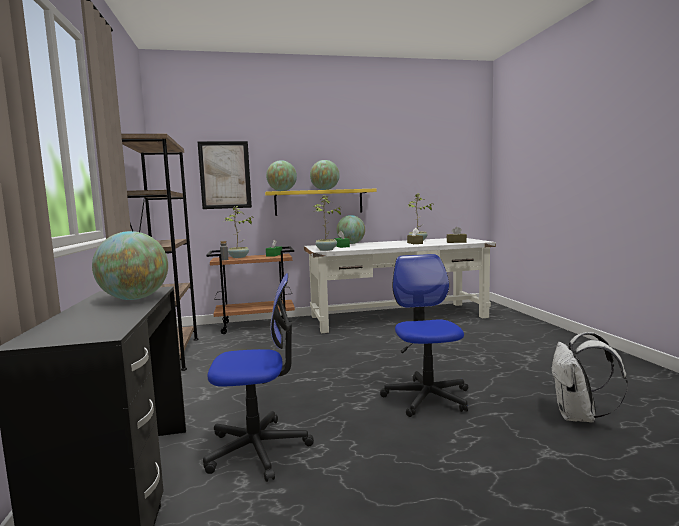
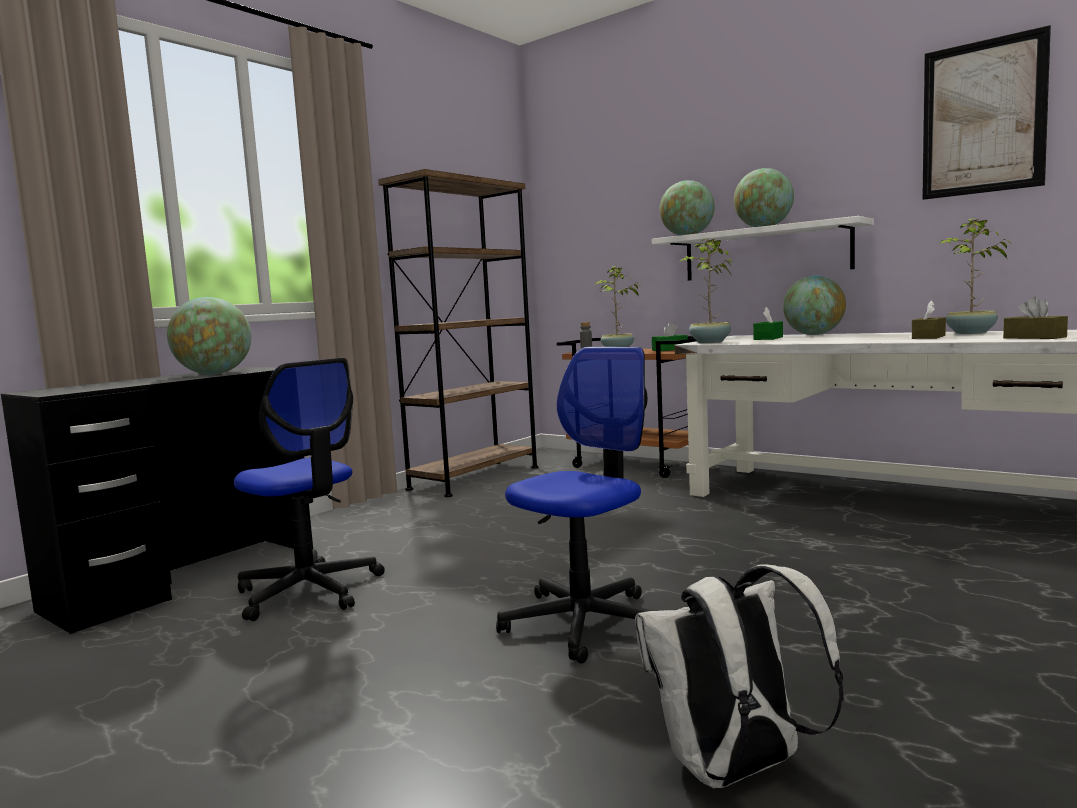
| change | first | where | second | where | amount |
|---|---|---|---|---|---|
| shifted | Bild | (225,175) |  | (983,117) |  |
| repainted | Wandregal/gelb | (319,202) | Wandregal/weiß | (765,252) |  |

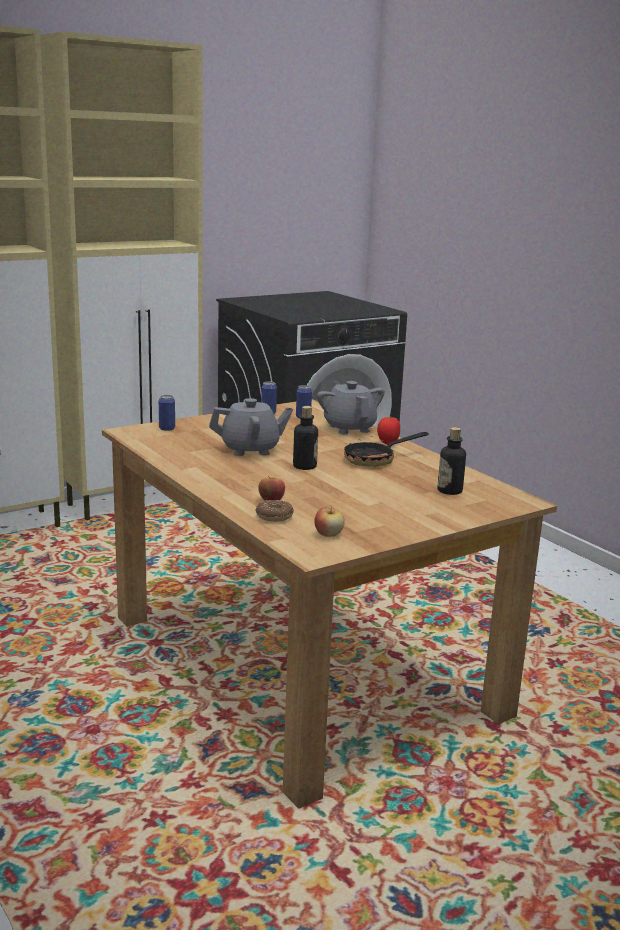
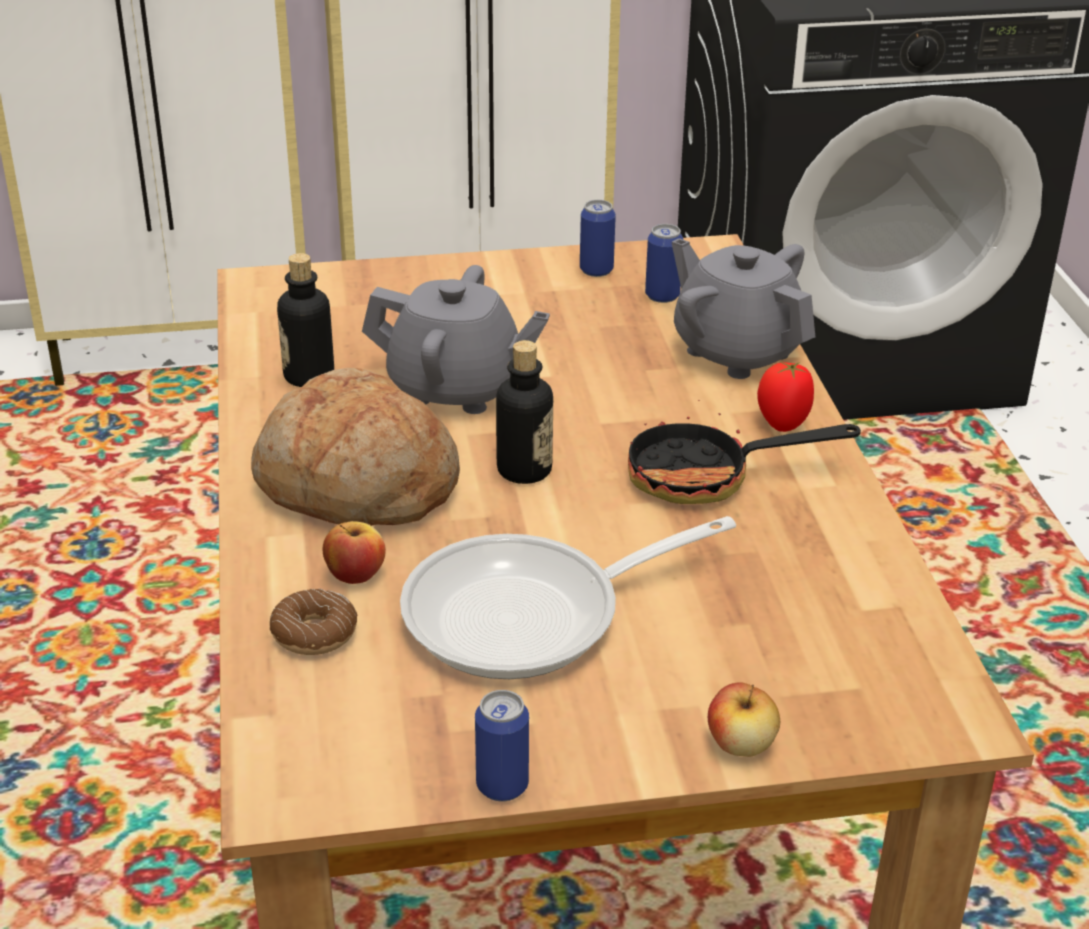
| change | first | where | second | where | amount |
|---|---|---|---|---|---|
| new |  |  | Brot | (356,484) |  |
| new |  |  | Pfanne | (531,615) |  |
| shifted | Dose | (167,428) |  | (502,786) |  |
| shifted | Apfel | (328,534) |  | (741,744) |  |
| shifted | Flasche | (449,491) |  | (309,376) |  |
| rotated | Teekanne/grau | (349,428) |  | (737,351) | 45 degrees counterclockwise |

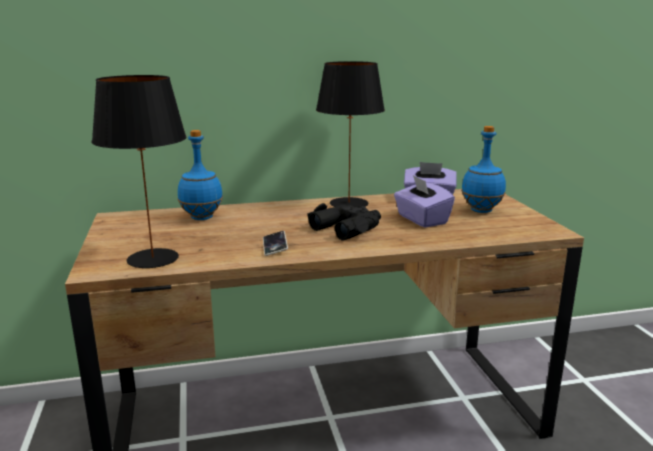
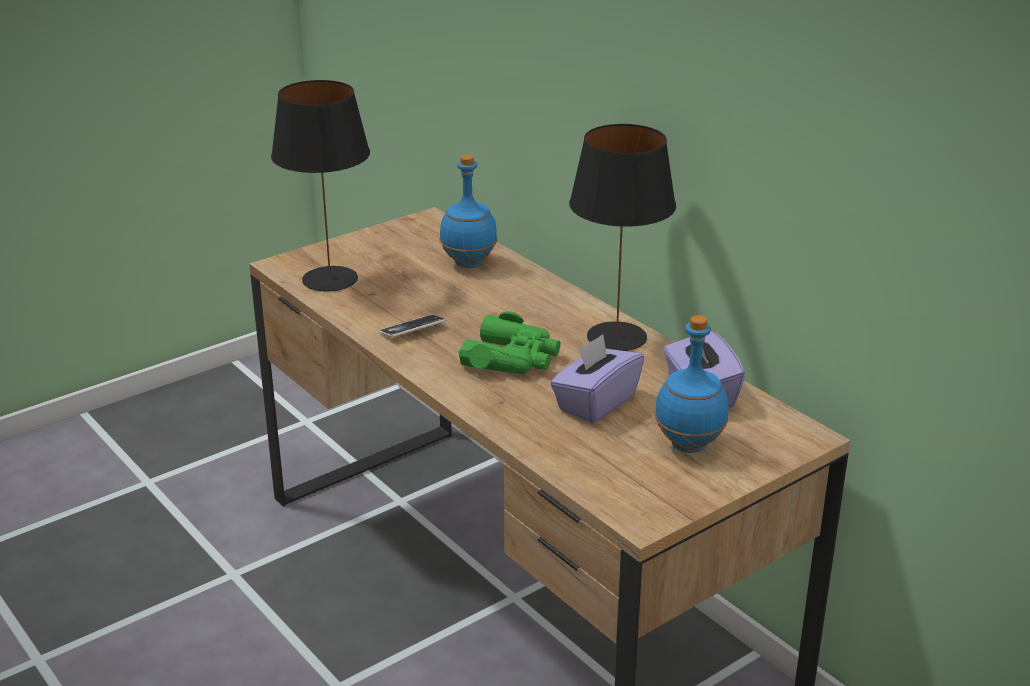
| change | first | where | second | where | amount |
|---|---|---|---|---|---|
| repainted | Fernglas/schwarz | (348,228) | Fernglas/grün | (512,358) |  |

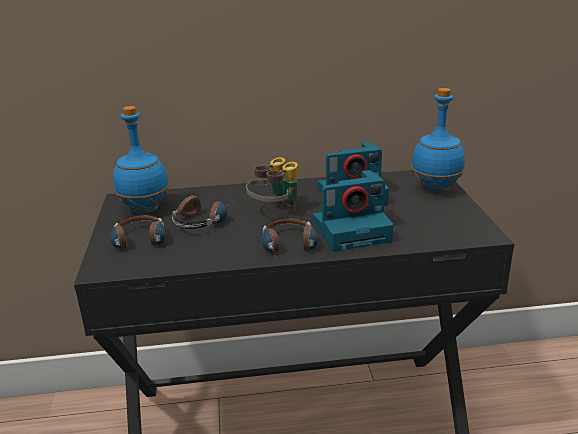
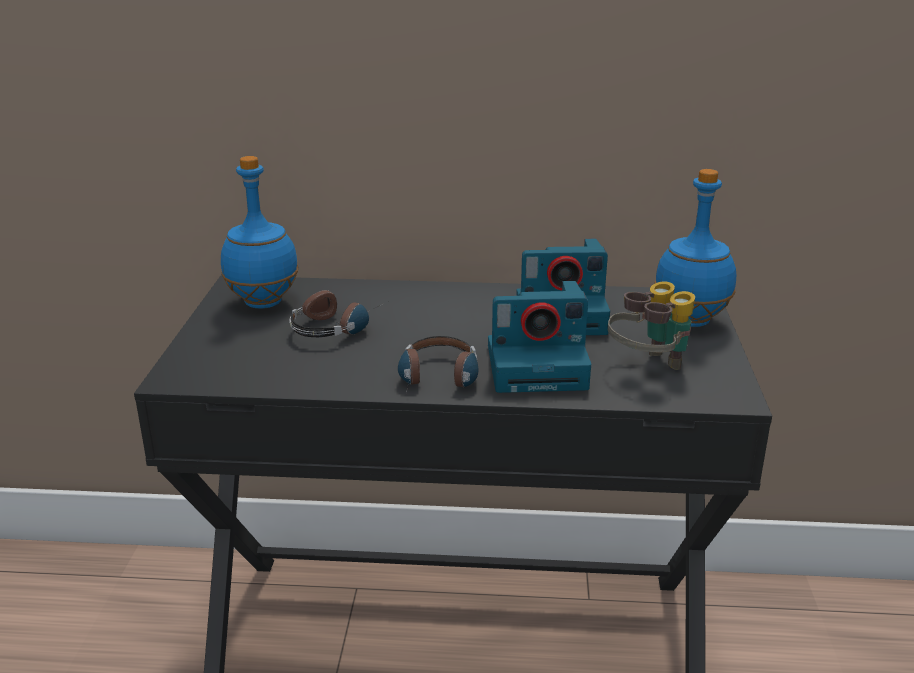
| change | first | where | second | where | amount |
|---|---|---|---|---|---|
| gone | Kopfhörer | (139,244) |  |  |  |
| shifted | Fernglas | (275,212) |  | (648,367) |  |

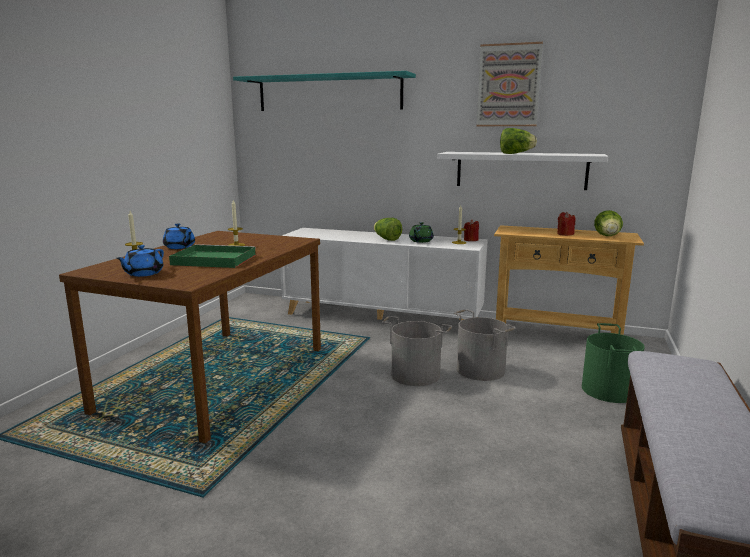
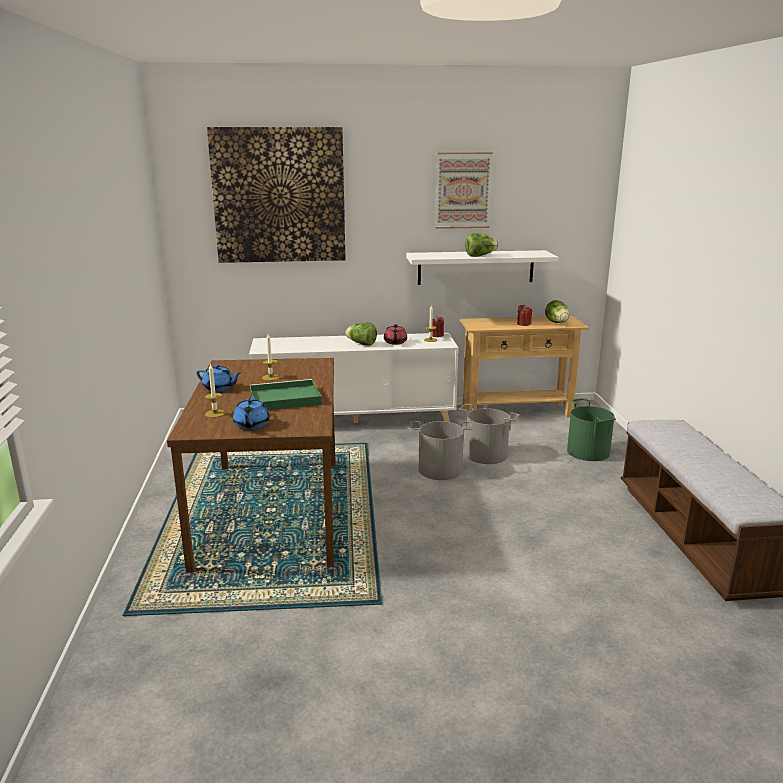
| change | first | where | second | where | amount |
|---|---|---|---|---|---|
| swapped | Wandregal/türkis | (329,93) | Bild | (279,196) |  |
| repainted | Teekanne/grün | (420,241) | Teekanne/rot | (395,342) |  |

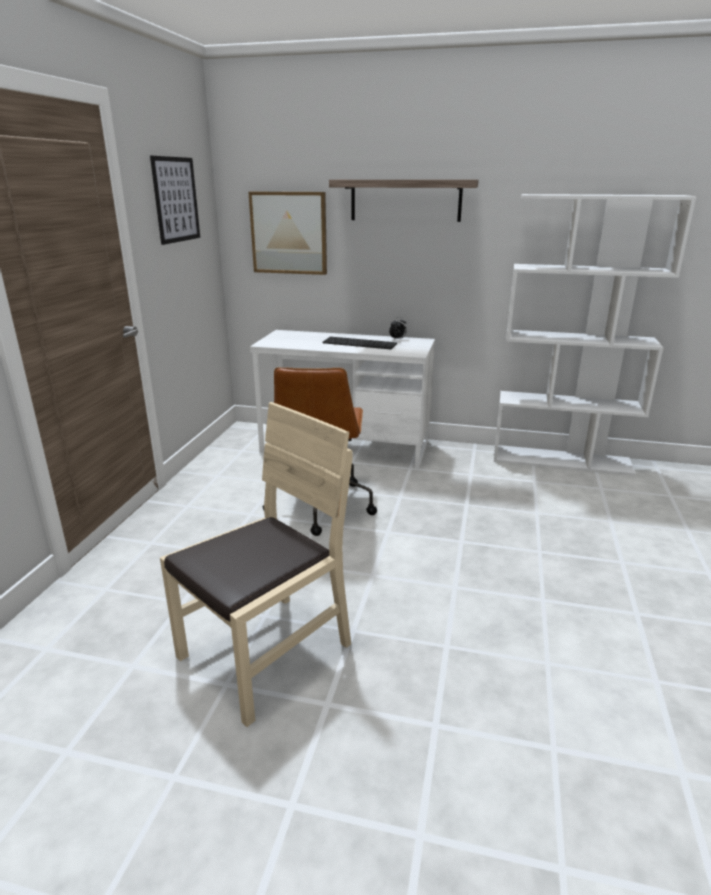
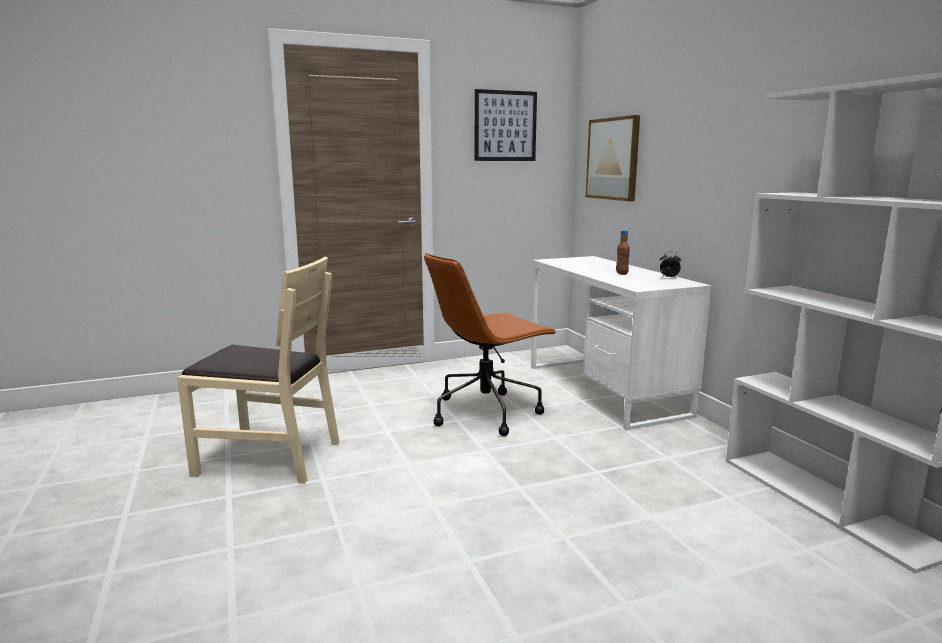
| change | first | where | second | where | amount |
|---|---|---|---|---|---|
| gone | Wandregal | (405,200) |  |  |  |
| swapped | Tastatur | (360,343) | Flasche/braun | (621,273) |  |

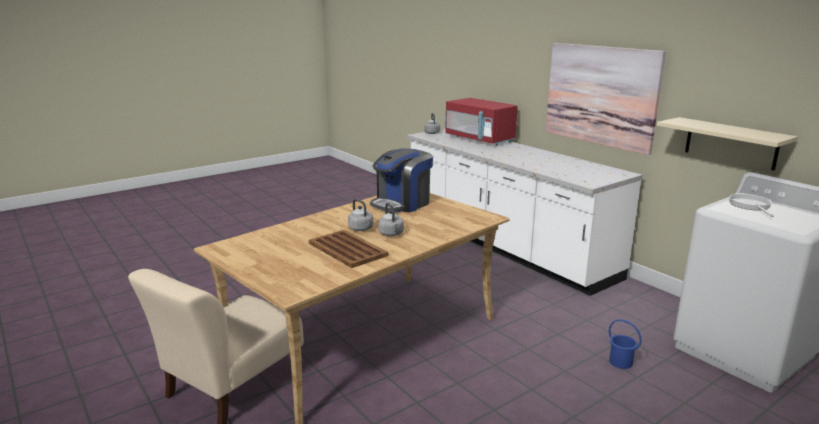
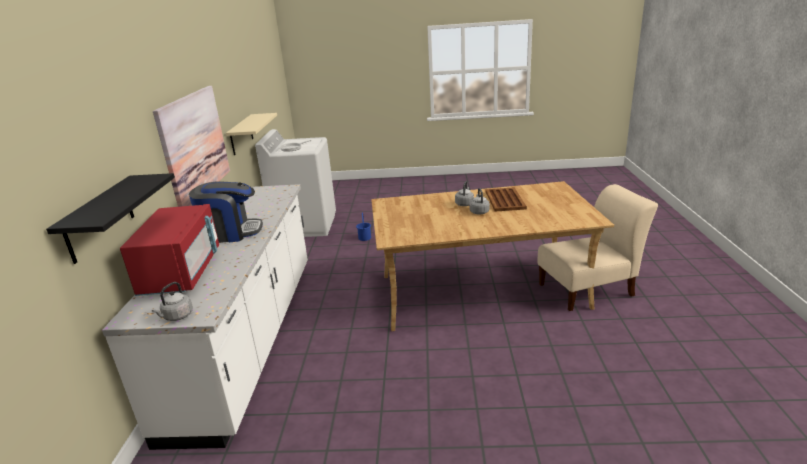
| change | first | where | second | where | amount |
|---|---|---|---|---|---|
| new |  |  | Wandregal/schwarz | (99,218) |  |
| shifted | Kaffeemaschine | (402,203) |  | (231,233) |  |

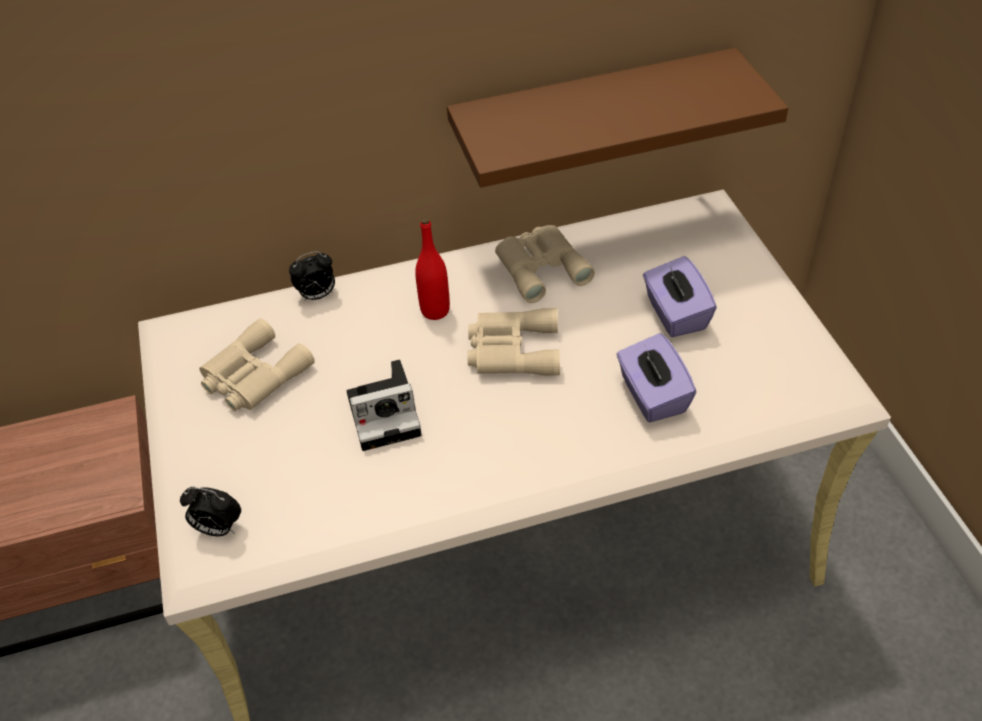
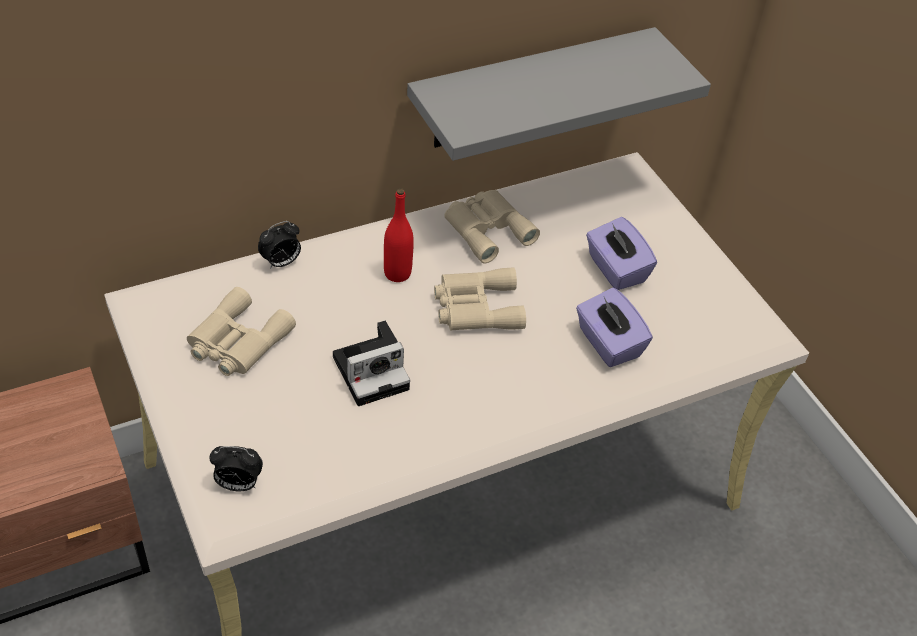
| change | first | where | second | where | amount |
|---|---|---|---|---|---|
| repainted | Wandregal/braun | (593,116) | Wandregal/grau | (531,89) |  |

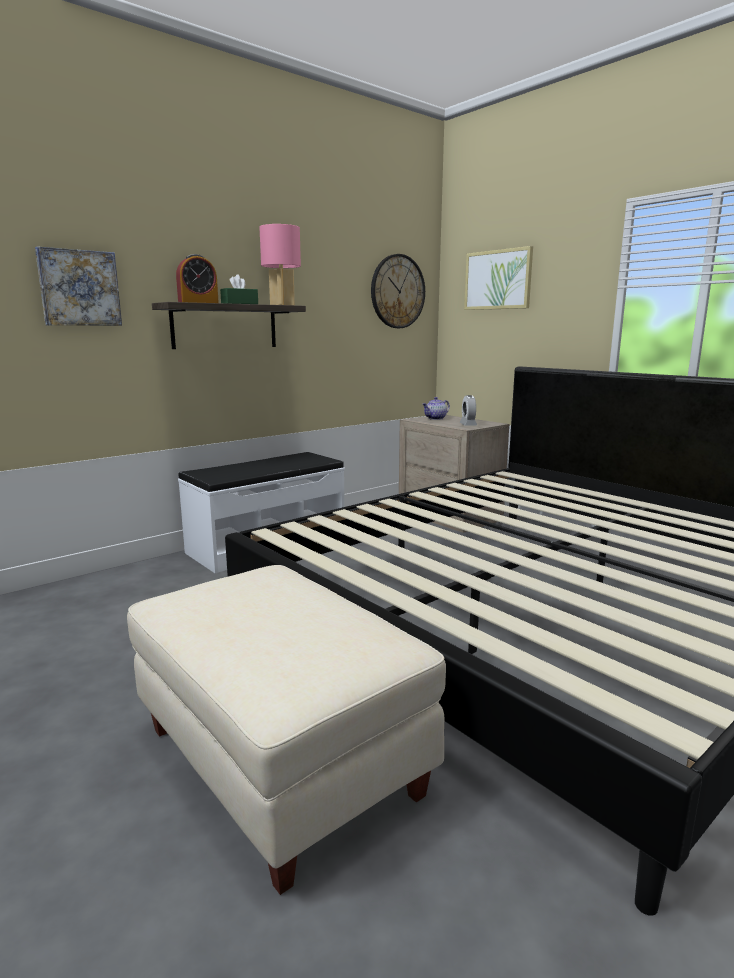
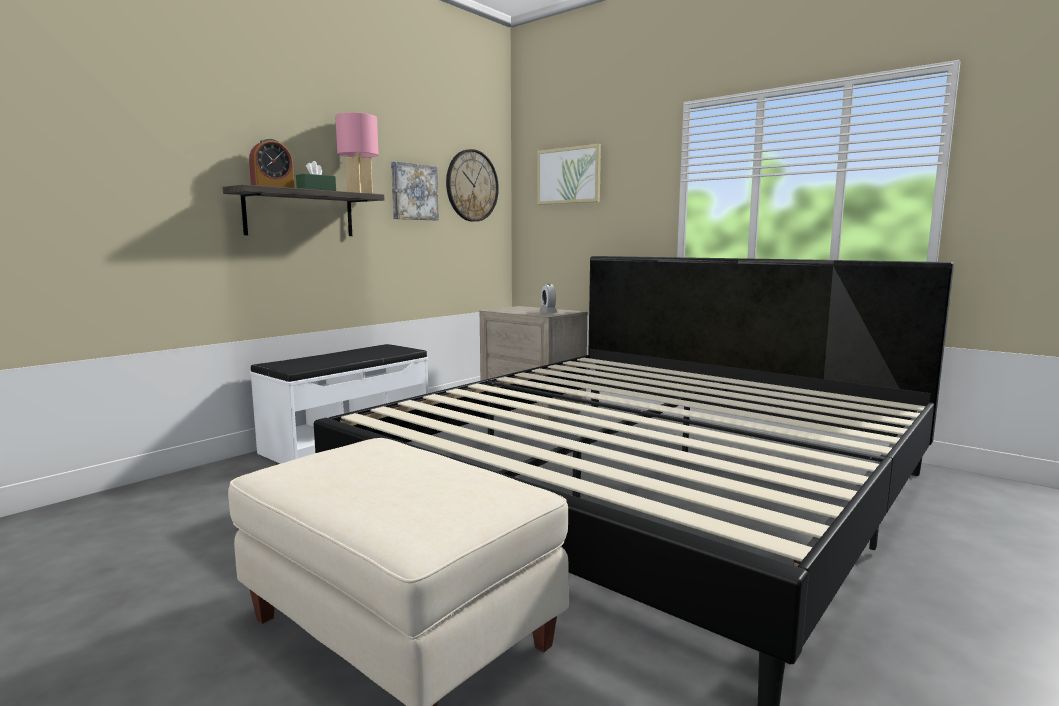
| change | first | where | second | where | amount |
|---|---|---|---|---|---|
| gone | Teekanne | (435,418) |  |  |  |
| shifted | Bild | (79,288) |  | (413,192) |  |

